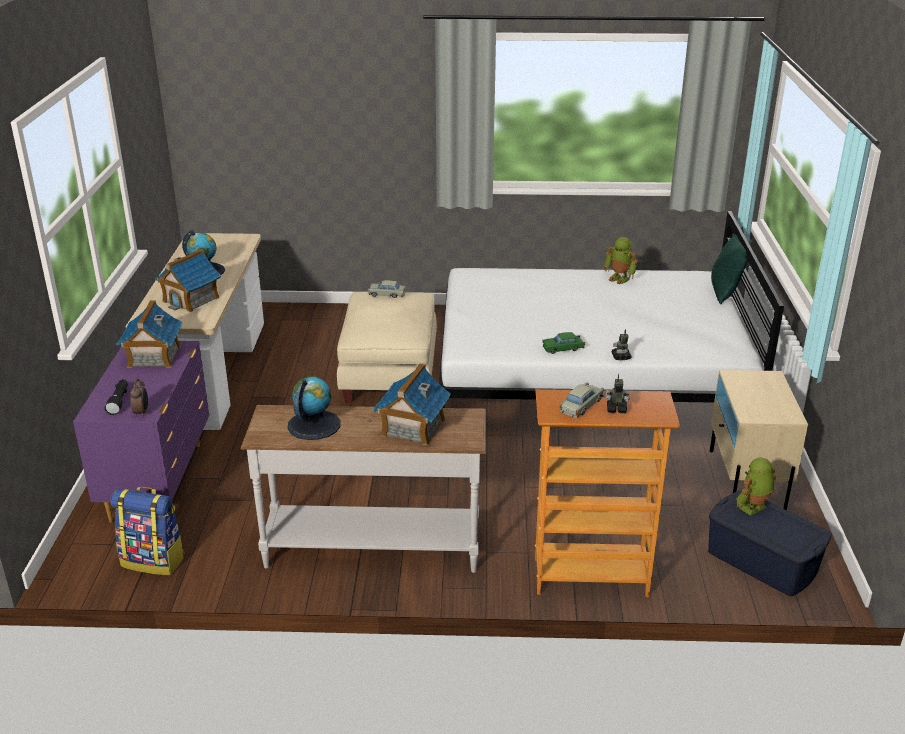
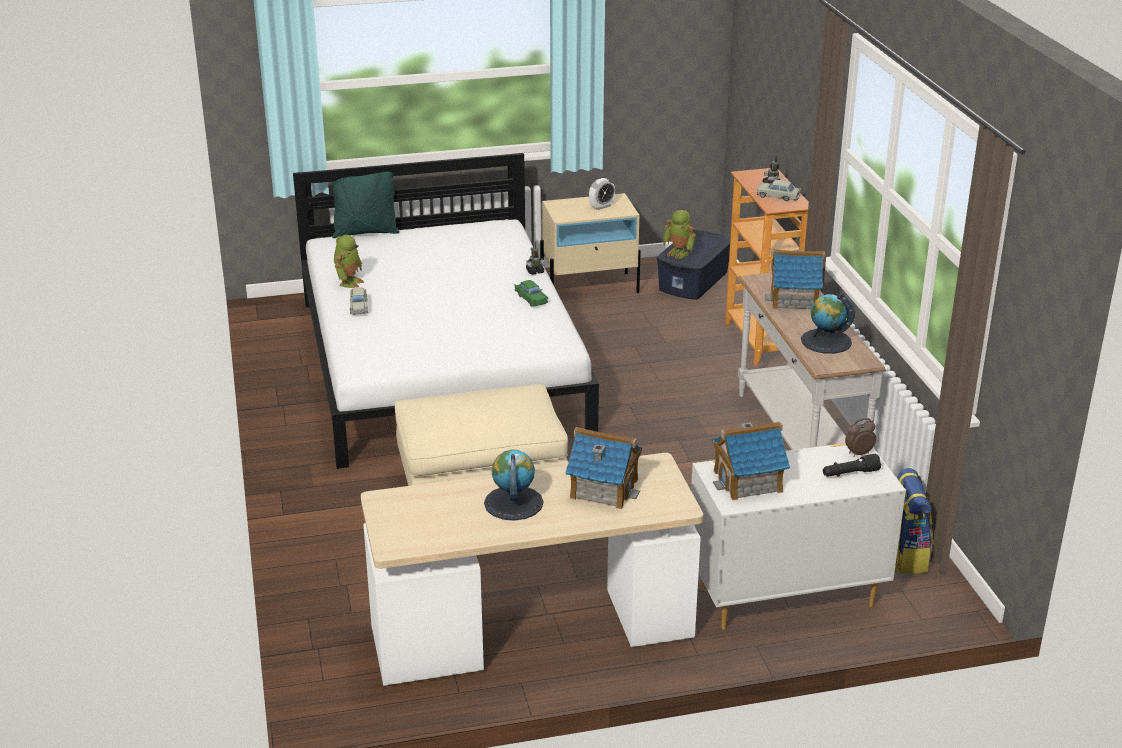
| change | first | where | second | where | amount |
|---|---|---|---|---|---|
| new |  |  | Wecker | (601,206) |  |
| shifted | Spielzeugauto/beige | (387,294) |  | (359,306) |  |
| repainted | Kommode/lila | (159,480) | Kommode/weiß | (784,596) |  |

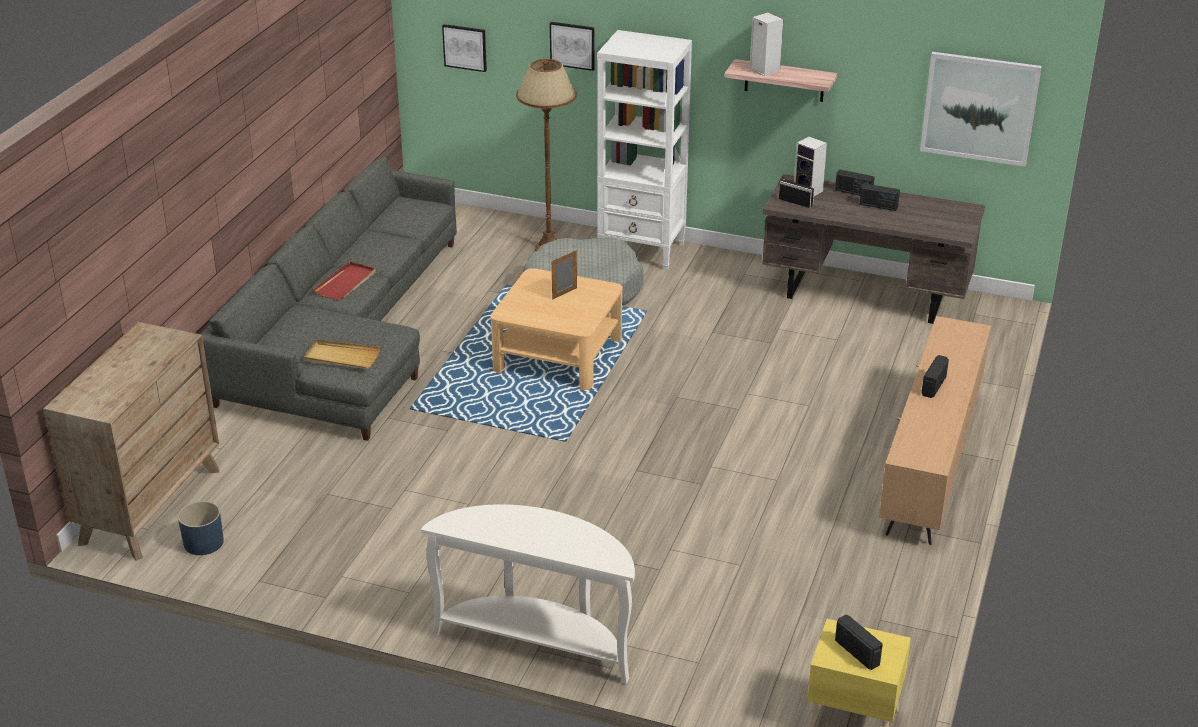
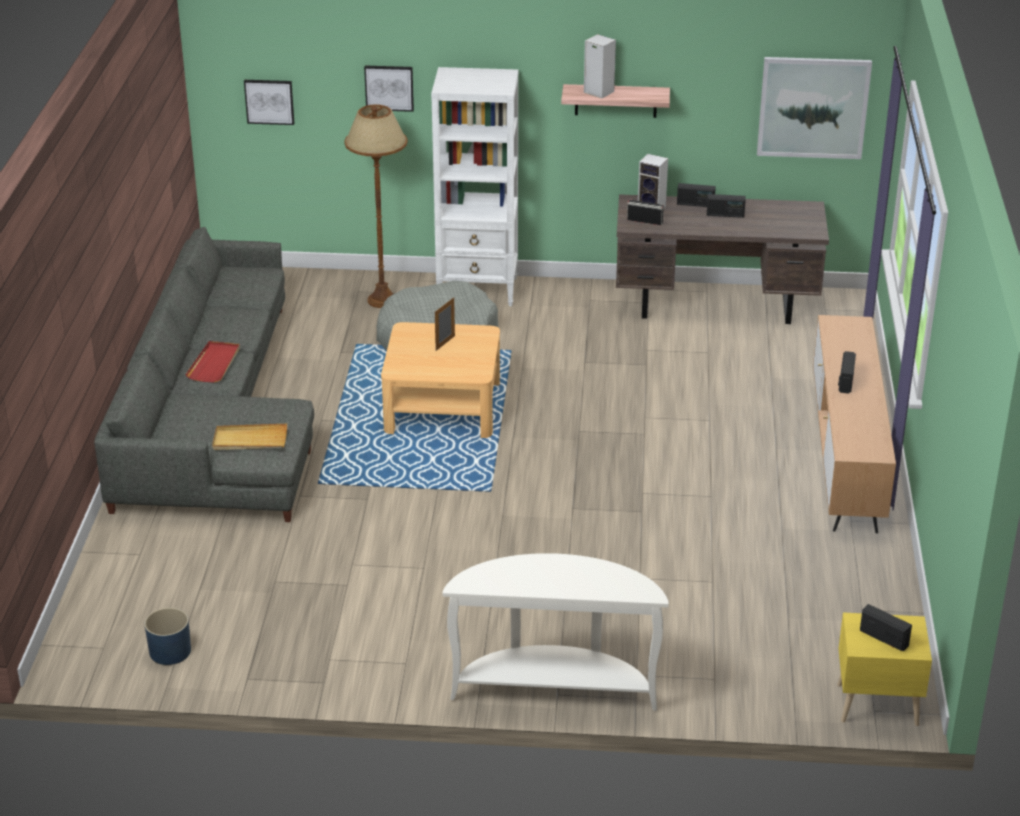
| change | first | where | second | where | amount |
|---|---|---|---|---|---|
| gone | Kommode/braun | (150,506) |  |  |  |

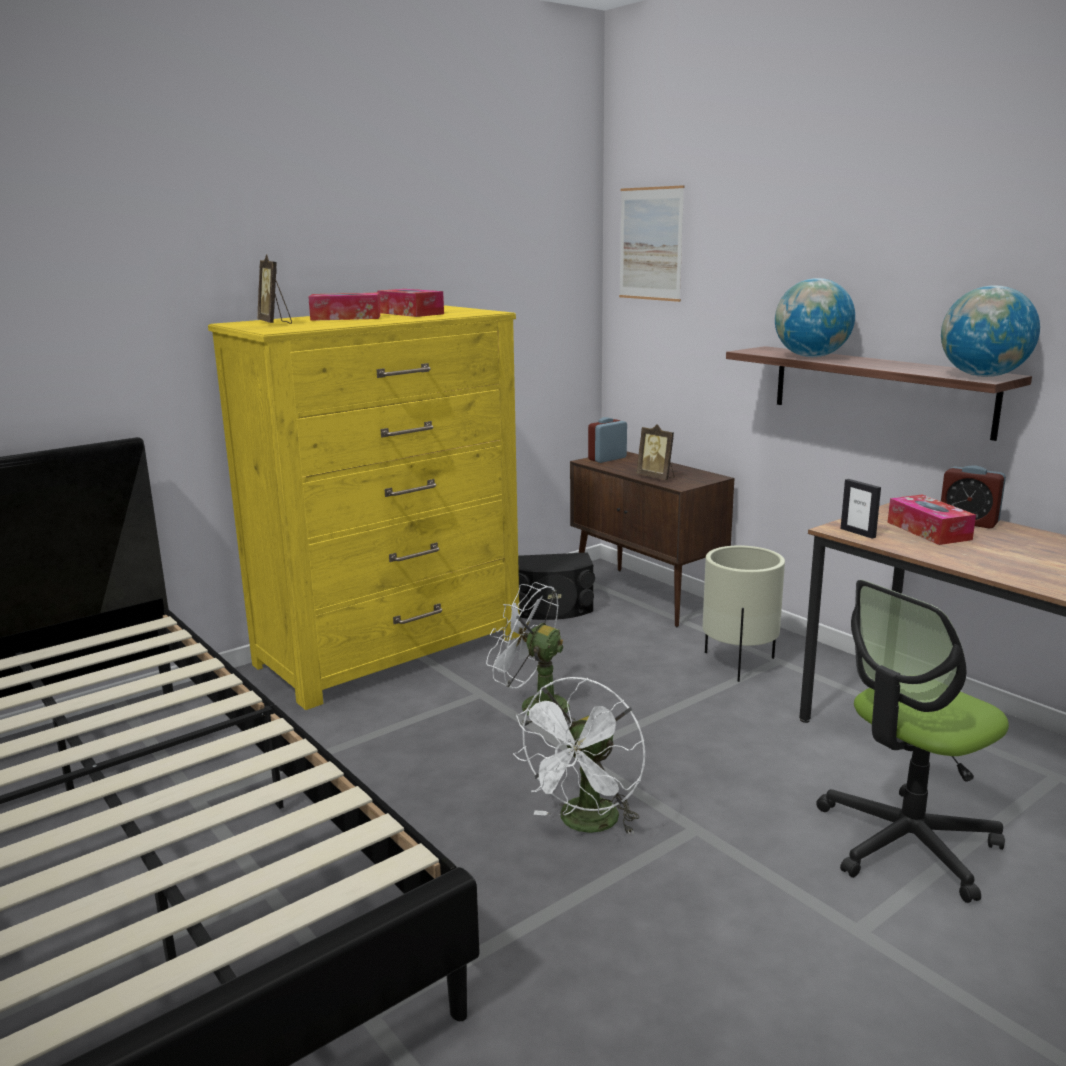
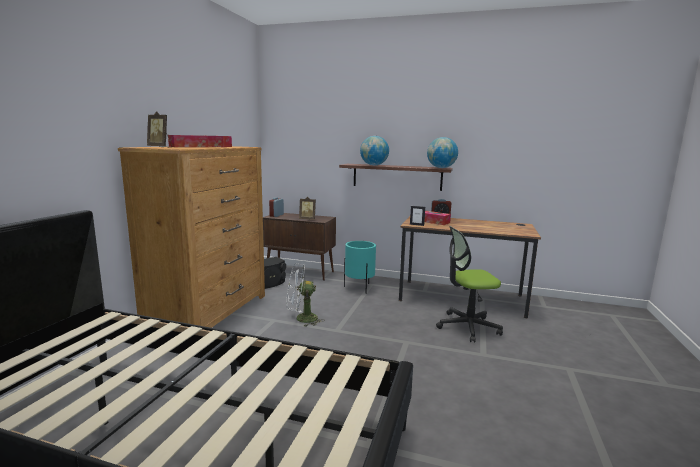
| change | first | where | second | where | amount |
|---|---|---|---|---|---|
| gone | Ventilator/weiß | (585,824) |  |  |  |
| gone | Bild | (650,244) |  |  |  |
| repainted | Kommode/gelb | (391,650) | Kommode/braun | (210,313) |  |
| repainted | Pflanzkübel/beige | (738,664) | Pflanzkübel/türkis | (359,288) |  |
| rotated | Bürostuhl | (906,843) |  | (467,327) | 60 degrees clockwise |

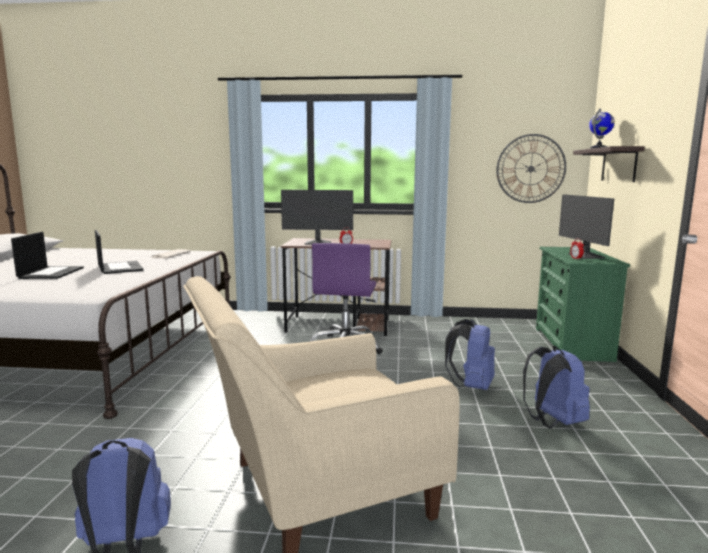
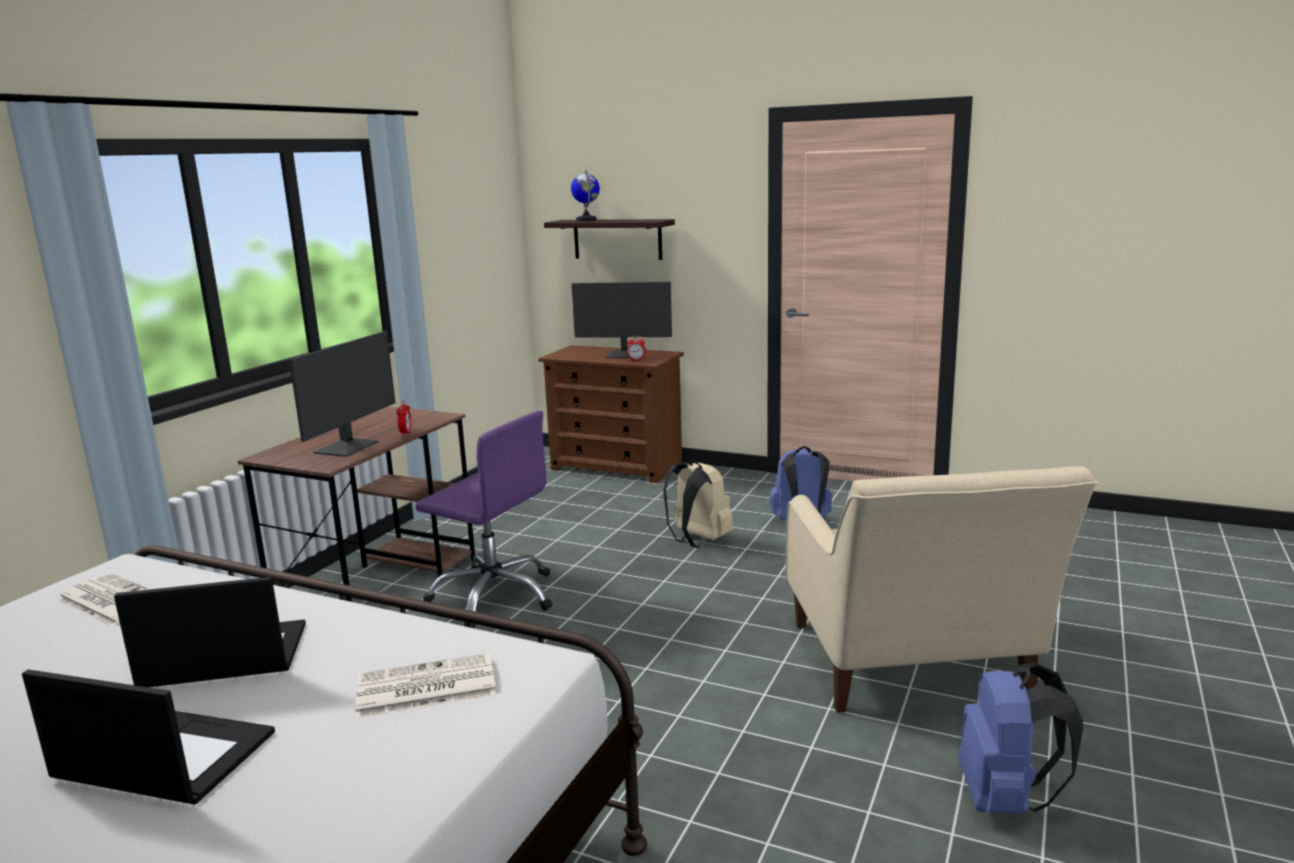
| change | first | where | second | where | amount |
|---|---|---|---|---|---|
| gone | Wanduhr | (531,168) |  |  |  |
| new |  |  | Zeitung | (424,688) |  |
| repainted | Rucksack/blau | (471,386) | Rucksack/beige | (697,541) |  |
| repainted | Kommode/grün | (572,344) | Kommode/braun | (617,466) |  |

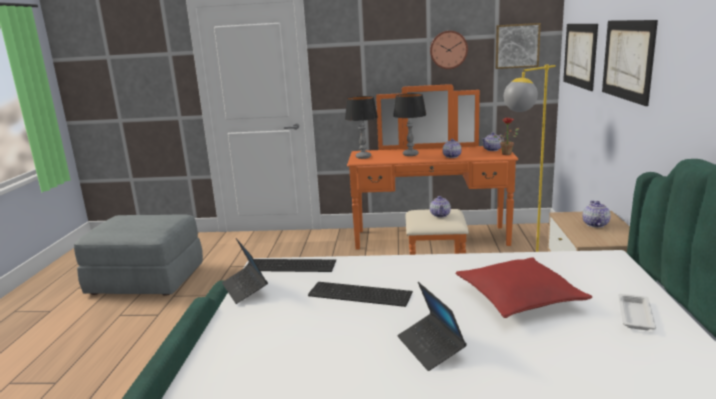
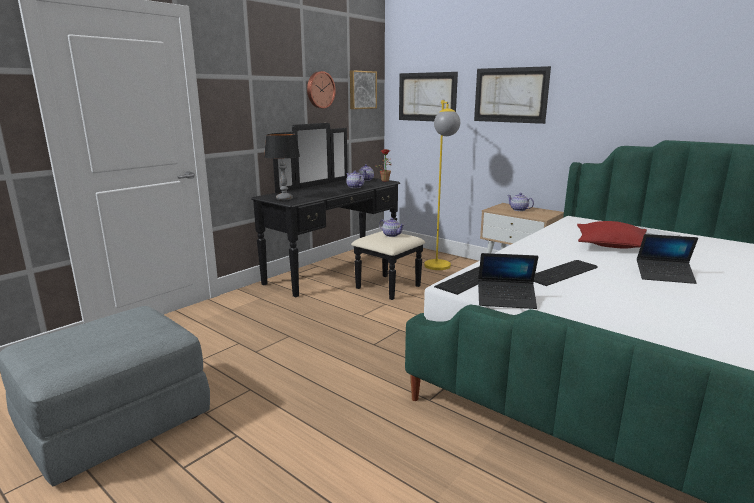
| change | first | where | second | where | amount |
|---|---|---|---|---|---|
| gone | Tischlampe | (410,154) |  |  |  |
| repainted | Kommode/orange | (432,244) | Kommode/schwarz | (346,273) |  |

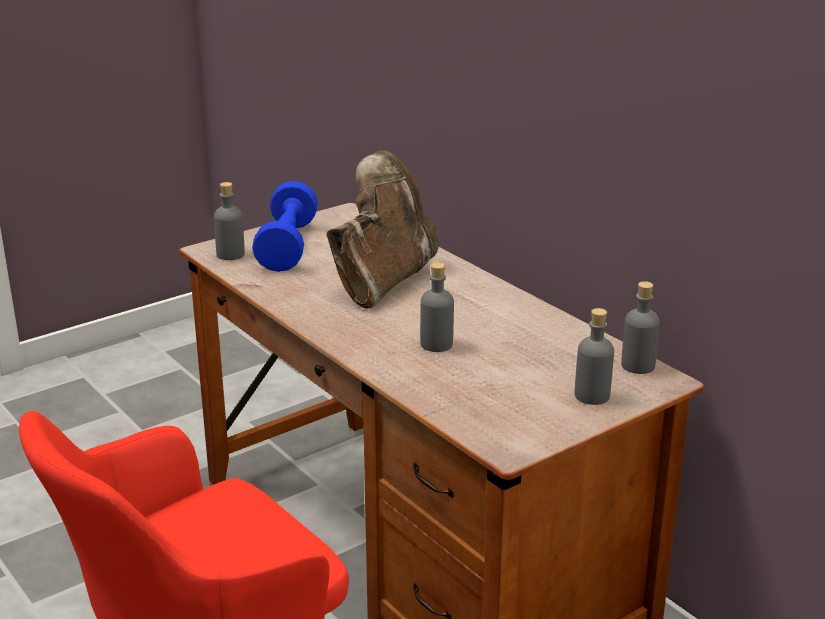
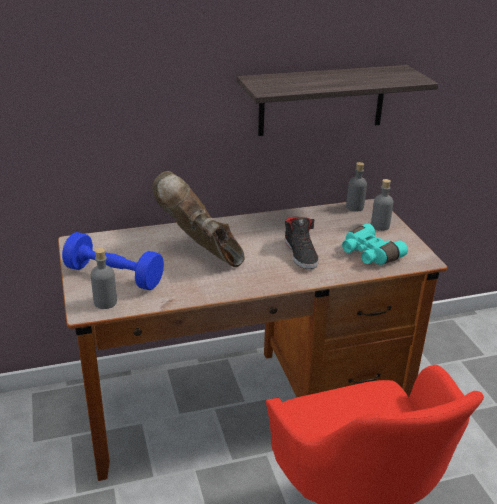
| change | first | where | second | where | amount |
|---|---|---|---|---|---|
| new |  |  | Wandregal | (322,100) |  |
| new |  |  | Fernglas/türkis | (369,254) |  |
| swapped | Flasche/grau | (436,344) | Schuh/schwarz | (301,254) |  |

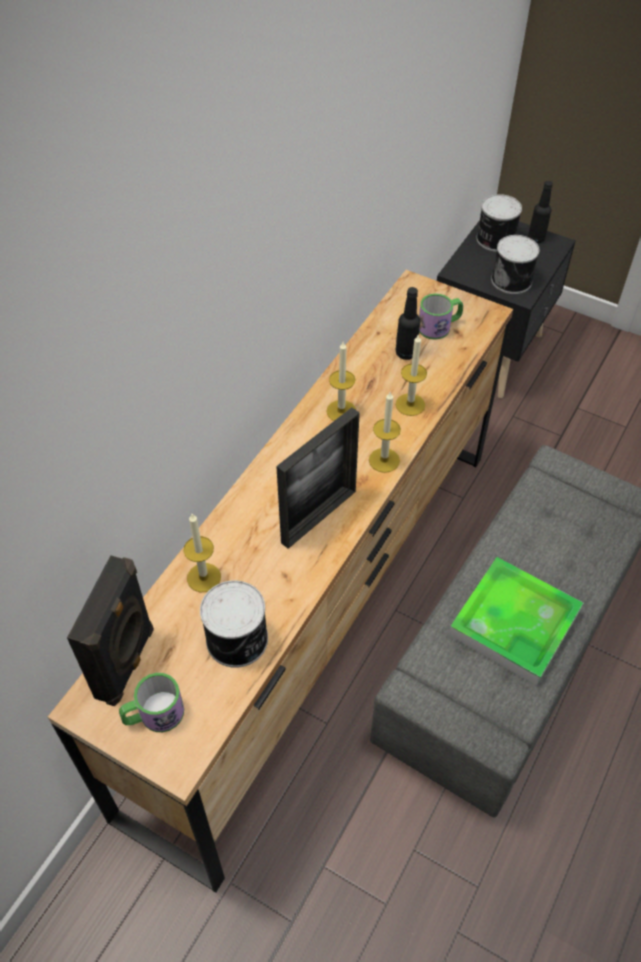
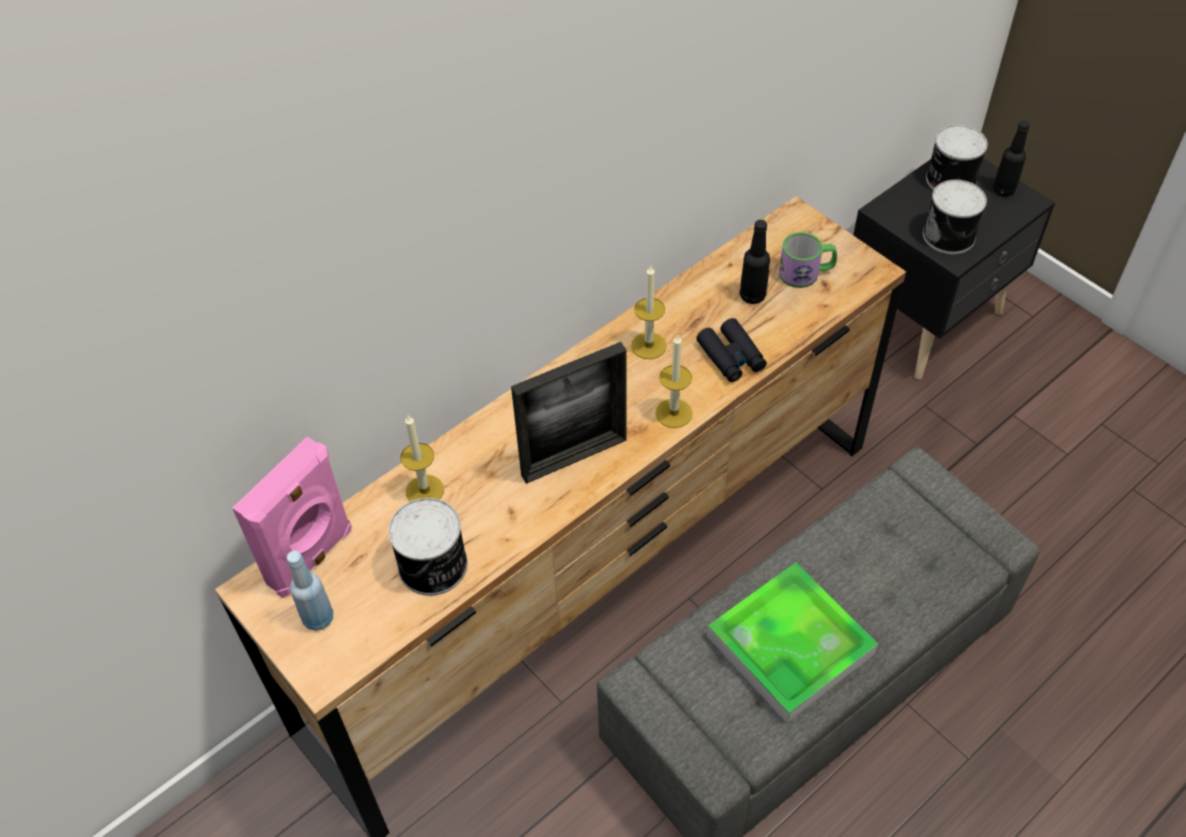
| change | first | where | second | where | amount |
|---|---|---|---|---|---|
| swapped | Henkelbecher | (154,715) | Flasche/blau | (318,618) |  |
| swapped | Kerze | (410,404) | Fernglas/schwarz | (731,357) |  |
| repainted | Lautsprecher/schwarz | (127,663) | Lautsprecher/rosa | (312,558) |  |

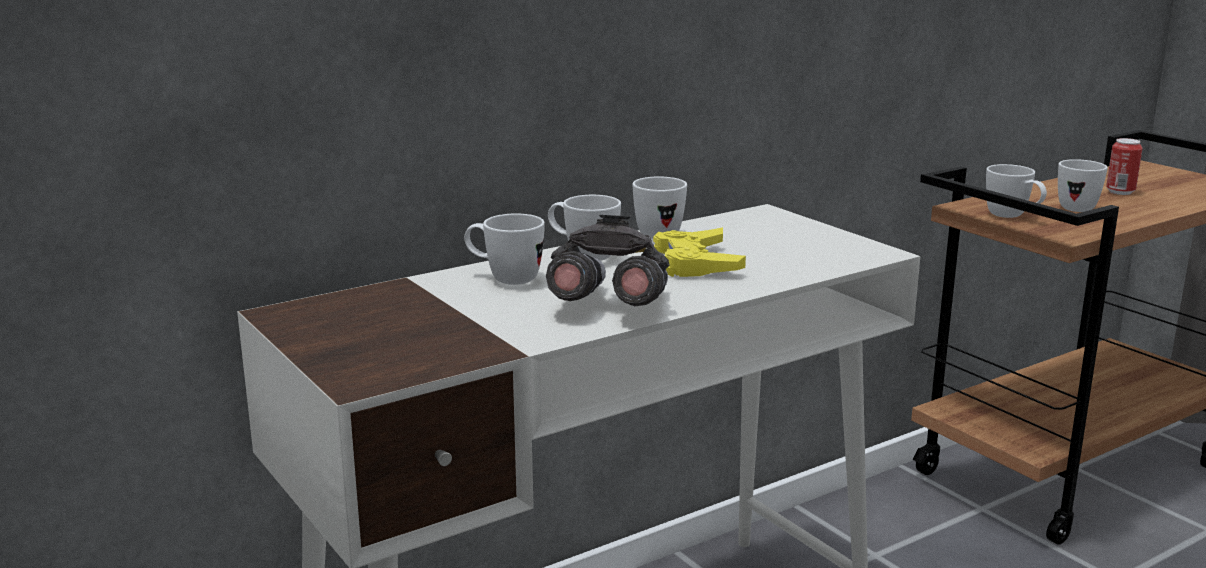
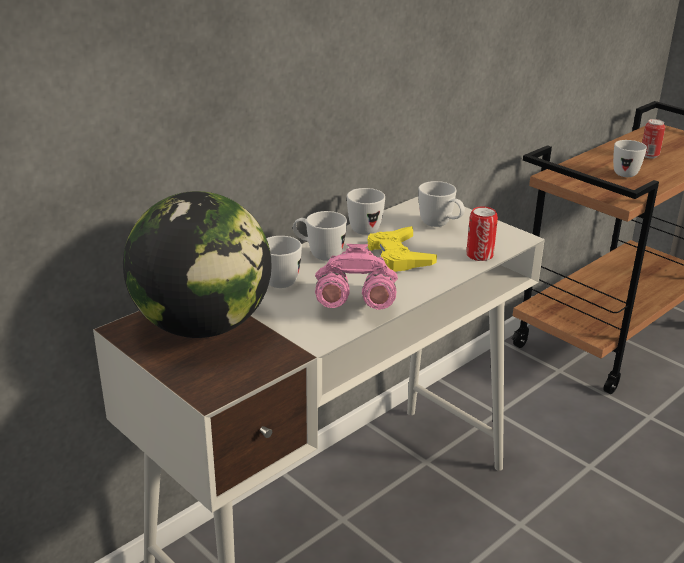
| change | first | where | second | where | amount |
|---|---|---|---|---|---|
| new |  |  | Globus | (203,326) |  |
| new |  |  | Dose | (479,255) |  |
| shifted | Henkelbecher/weiß | (1013,217) |  | (440,225) |  |
| repainted | Fernglas/grau | (609,306) | Fernglas/rosa | (354,304) |  |

